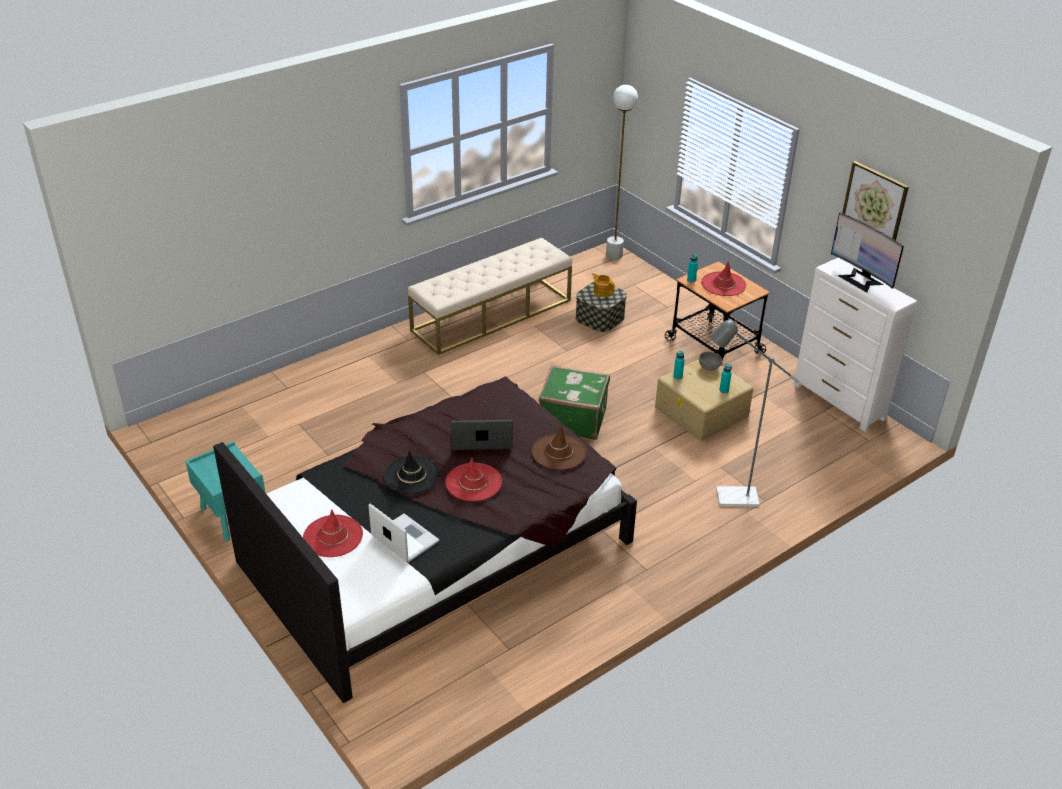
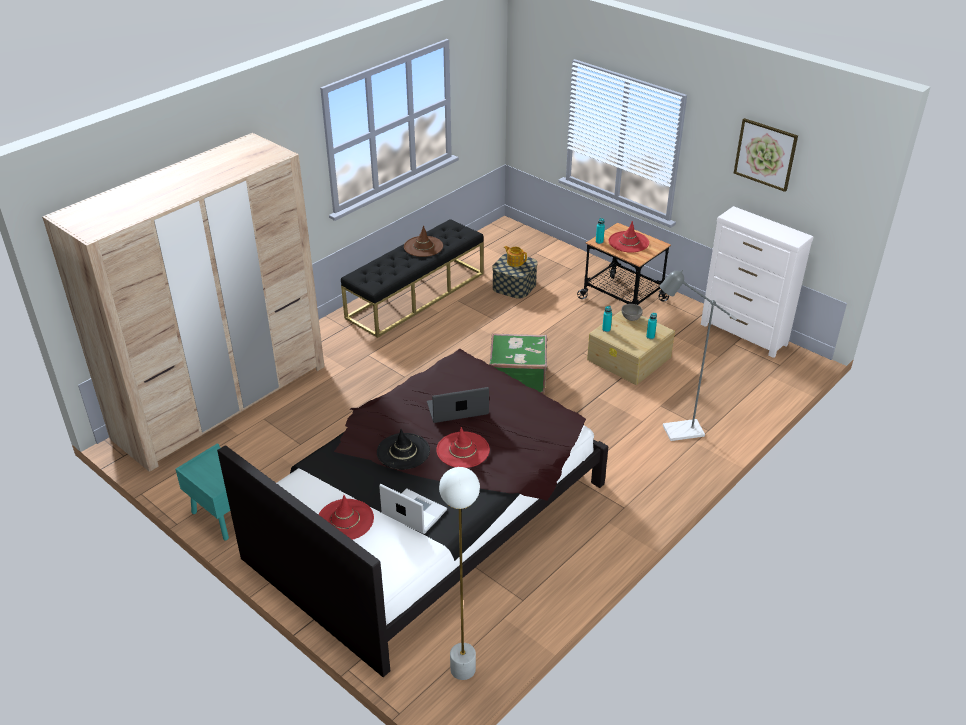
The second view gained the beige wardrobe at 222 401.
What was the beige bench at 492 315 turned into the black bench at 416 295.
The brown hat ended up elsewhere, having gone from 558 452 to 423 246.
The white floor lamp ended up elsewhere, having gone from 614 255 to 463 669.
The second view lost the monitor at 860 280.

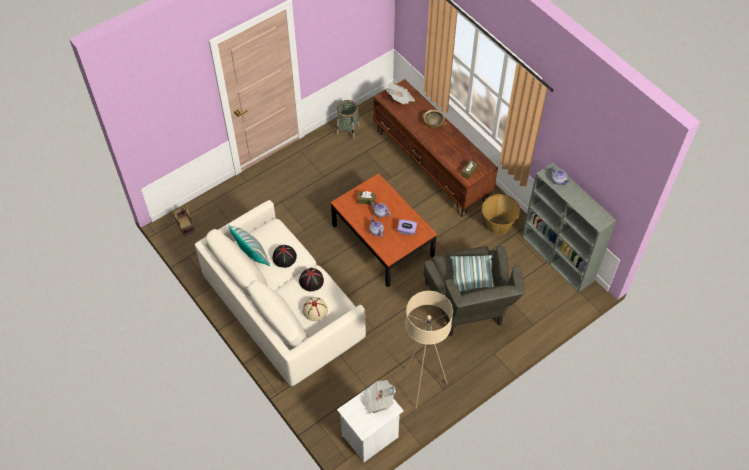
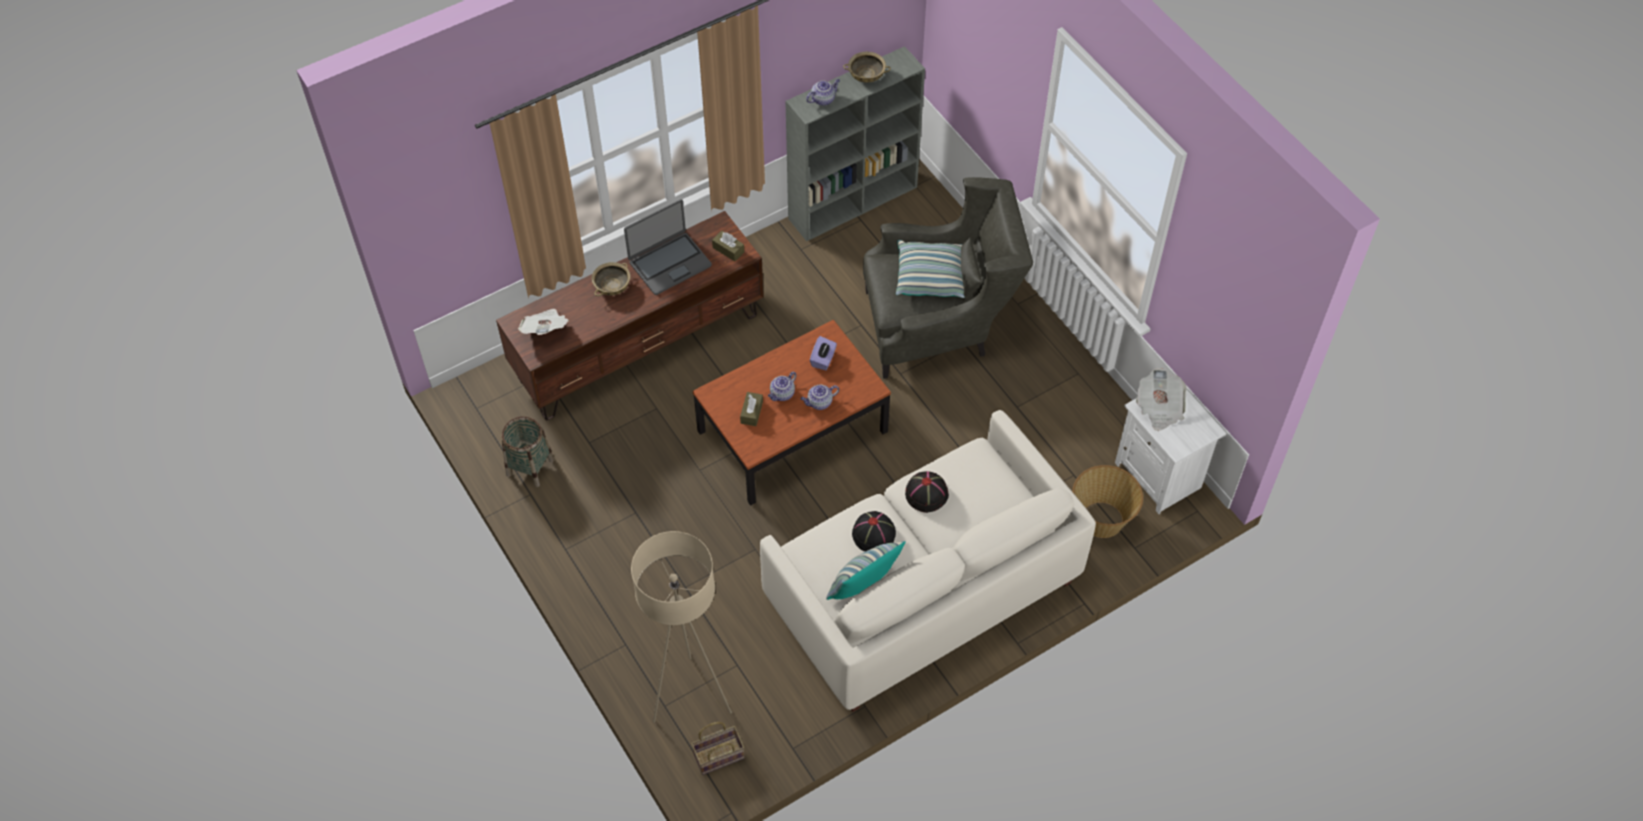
The second view gained the laptop at 669 263.
The beige floor lamp ended up elsewhere, having gone from 422 386 to 690 697.
The second view gained the beige bowl at 866 76.
The basket ended up elsewhere, having gone from 498 225 to 1101 520.
The second view lost the beige hat at 315 310.

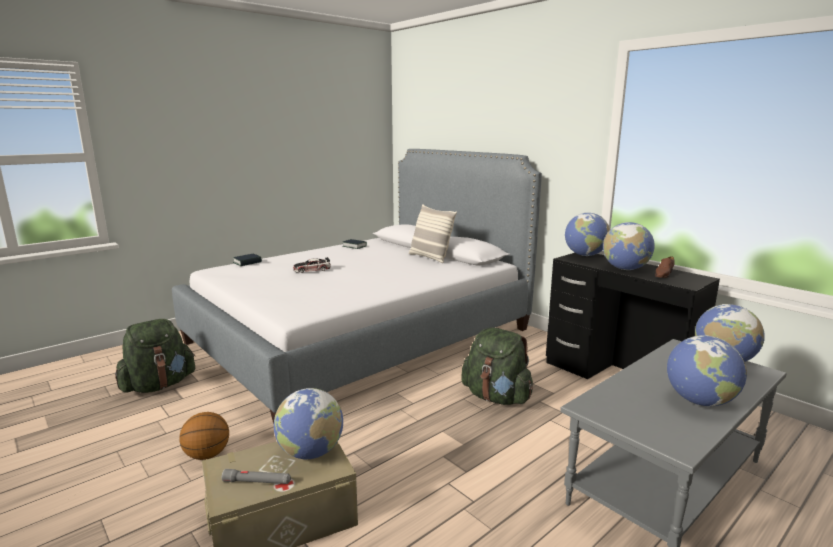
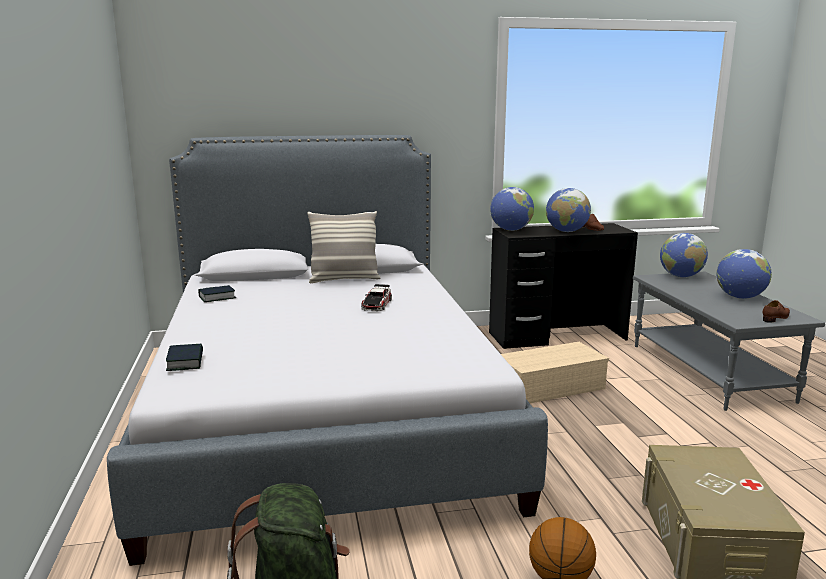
The toy car ended up elsewhere, having gone from 312 269 to 377 304.
Where the green backpack stood at 496 397, the beige storage box came to stand at 550 386.
The second view gained the brown shoe at 776 318.
The second view lost the grey flashlight at 257 482.
The second view lost the globe at 310 452.

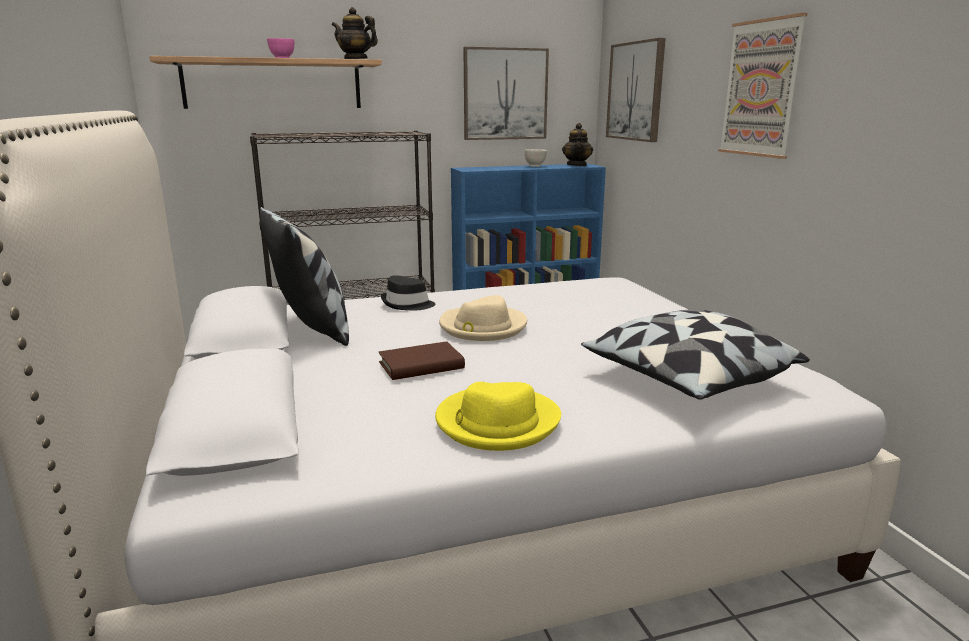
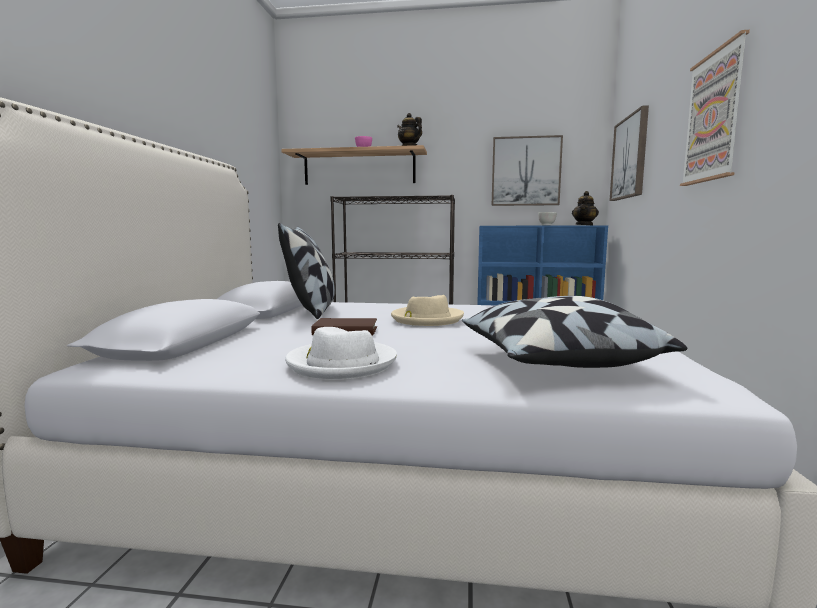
What was the yellow hat at 496 422 turned into the white hat at 341 364.
The second view lost the black hat at 407 304.

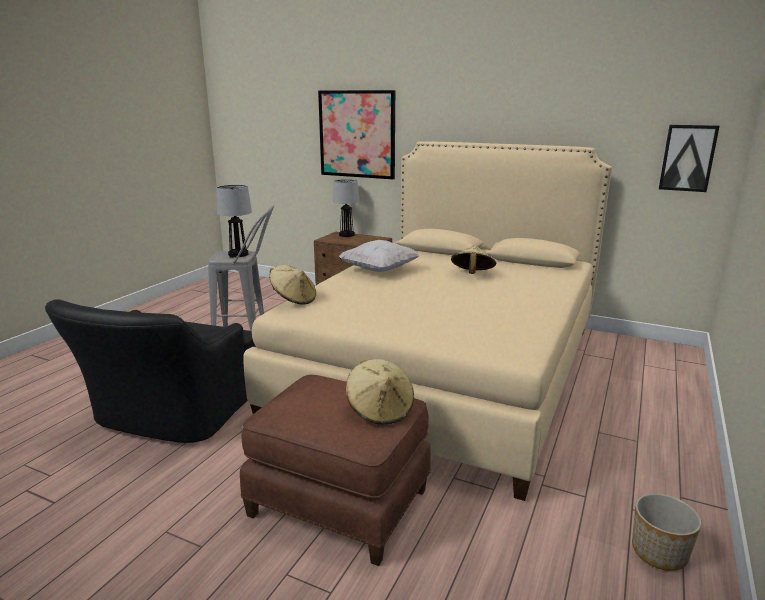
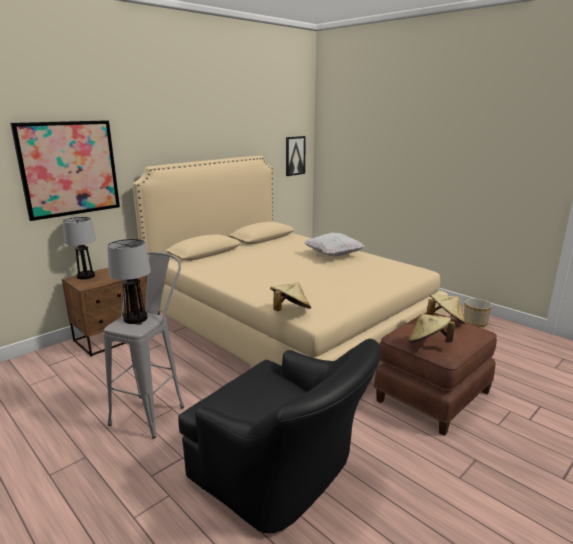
The white pillow ended up elsewhere, having gone from 379 270 to 333 255.
The beige hat ended up elsewhere, having gone from 472 275 to 428 343.

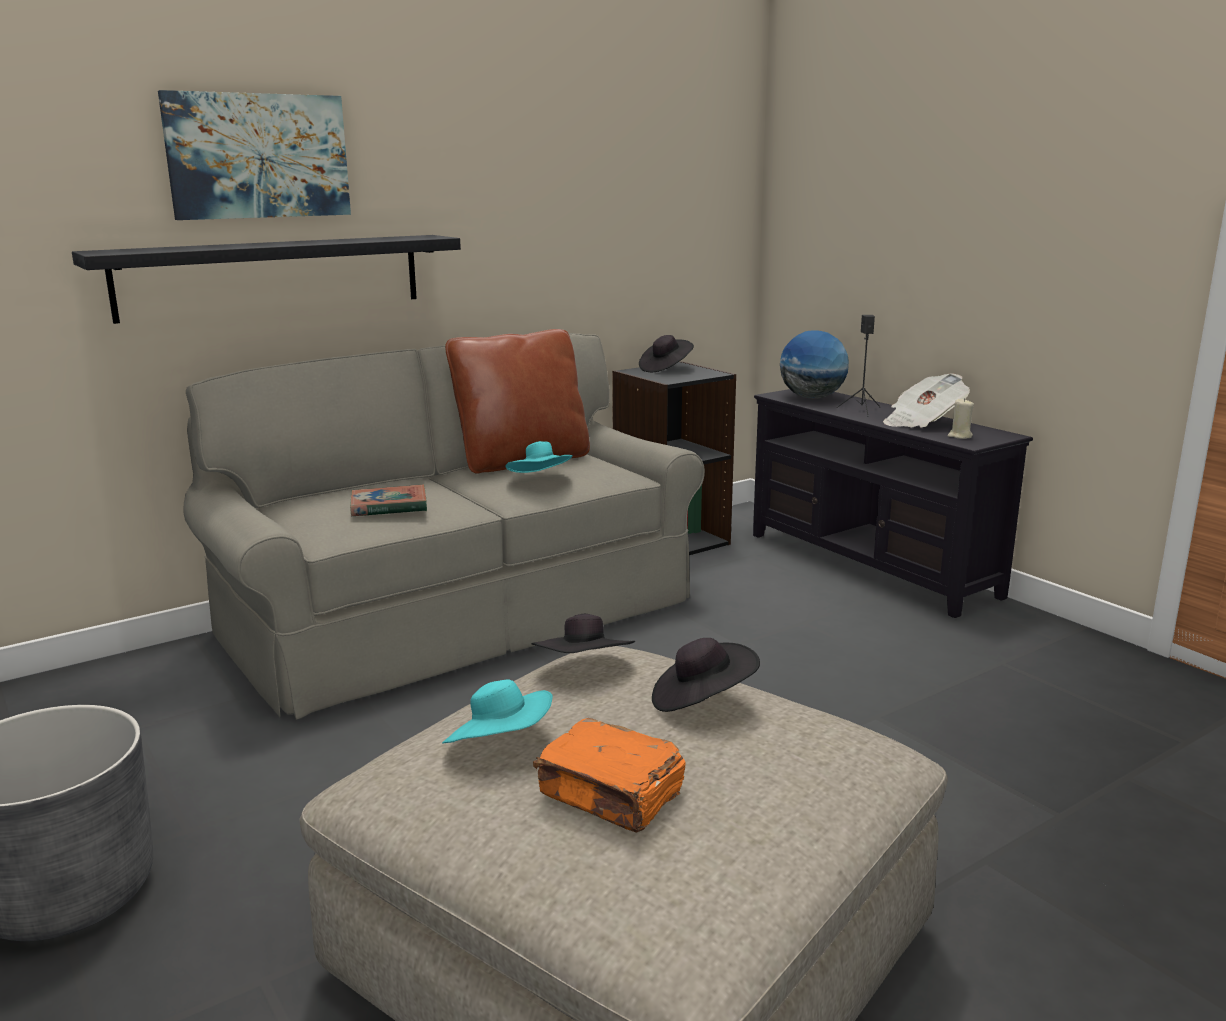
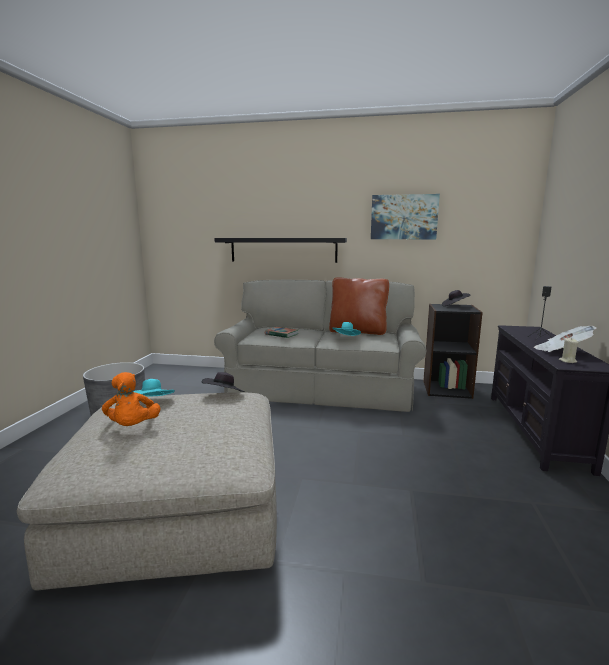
Where the orange book stood at 611 795, the orange plush toy came to stand at 132 427.
The picture ended up elsewhere, having gone from 258 156 to 404 217.
The second view lost the black hat at 701 701.
The second view lost the globe at 812 398.

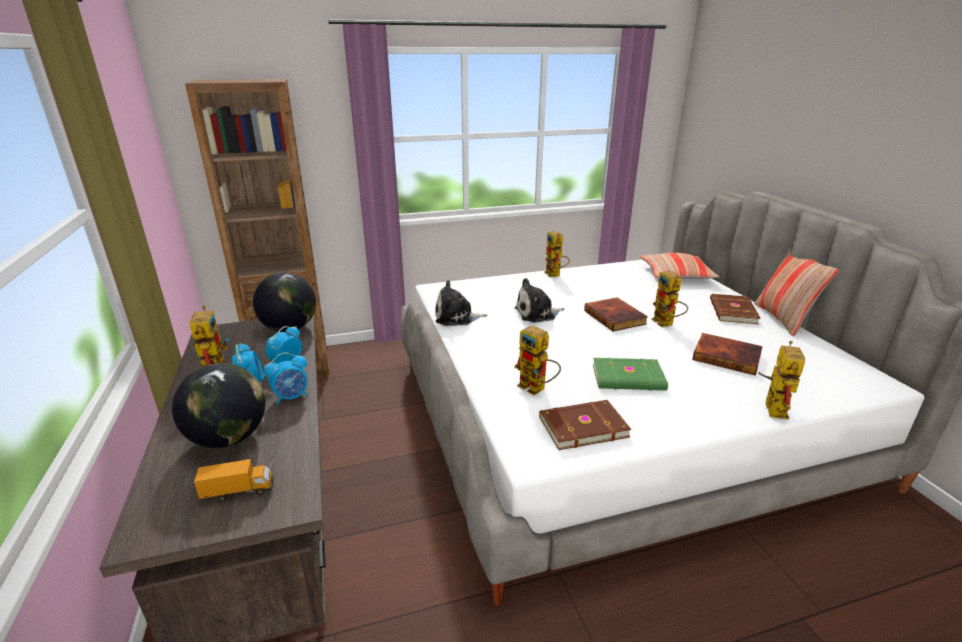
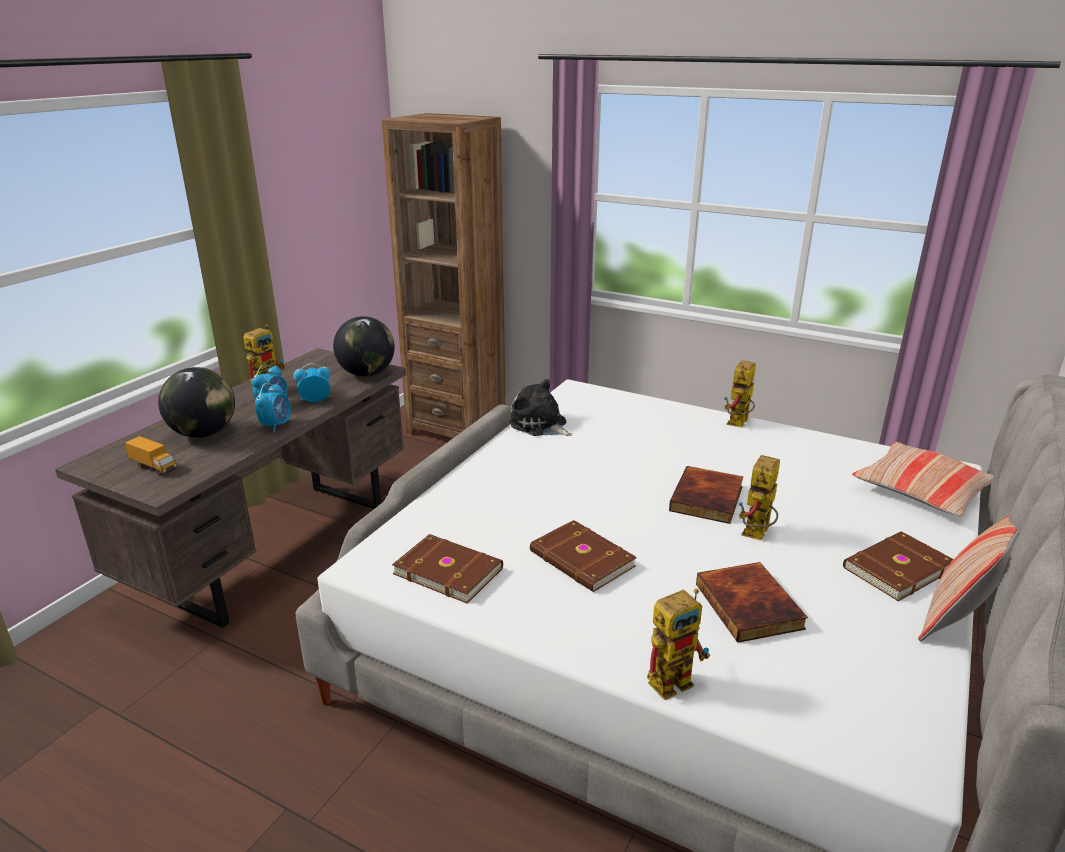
The alarm clock at 292 397 ended up facing another way, 90 degrees counterclockwise from before.
What was the green book at 629 378 turned into the brown book at 581 560.
The second view lost the plush toy at 537 313.
The second view lost the toy robot at 537 388.

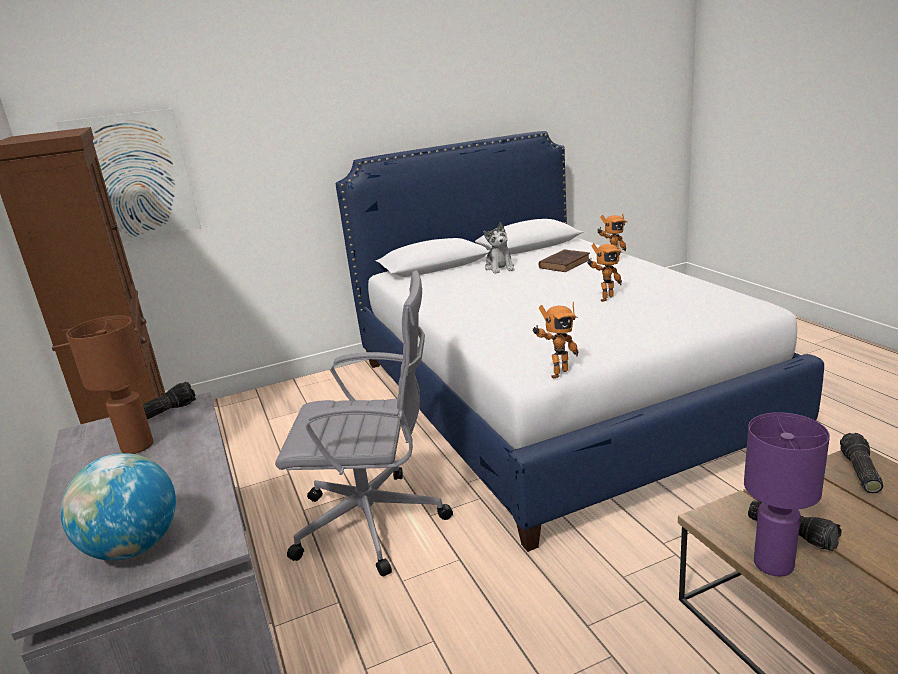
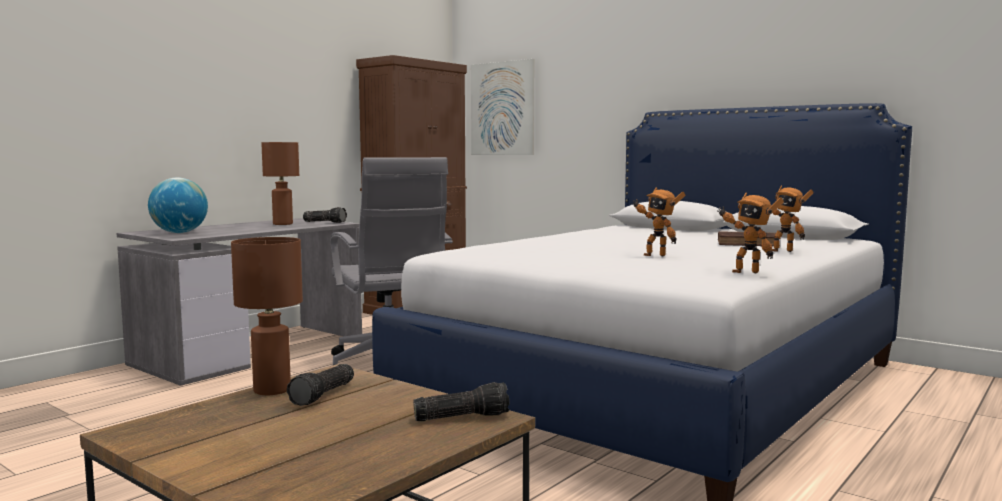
What was the purple table lamp at 774 564 turned into the brown table lamp at 273 390.
The toy robot ended up elsewhere, having gone from 557 373 to 745 272.
The second view lost the plush toy at 500 268.

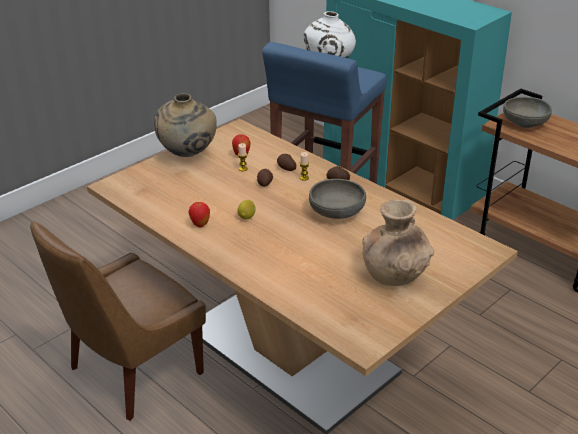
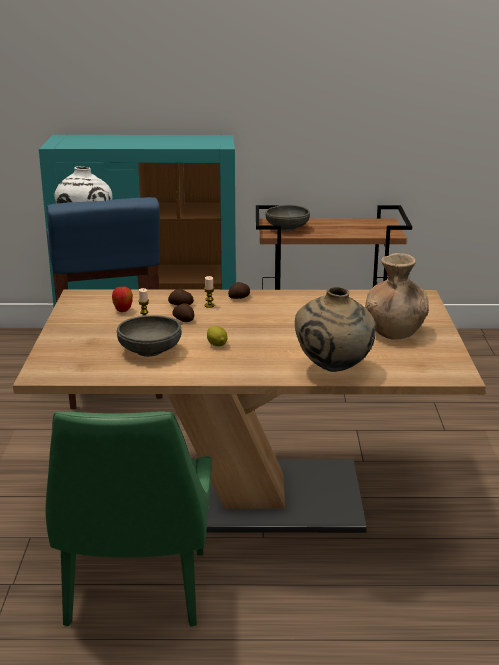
What was the brown chair at 132 373 turned into the green chair at 135 592.
The grey bowl ended up elsewhere, having gone from 336 212 to 150 351.
The beige vase ended up elsewhere, having gone from 188 155 to 333 369.
The second view lost the apple at 200 225.

